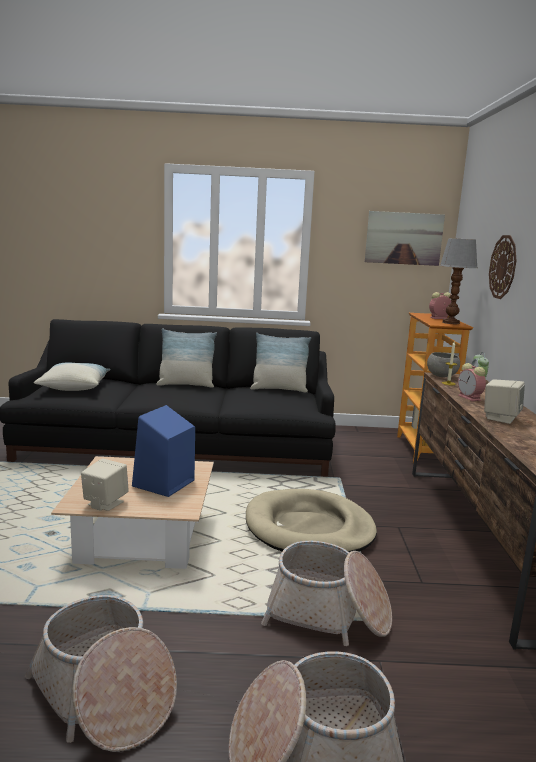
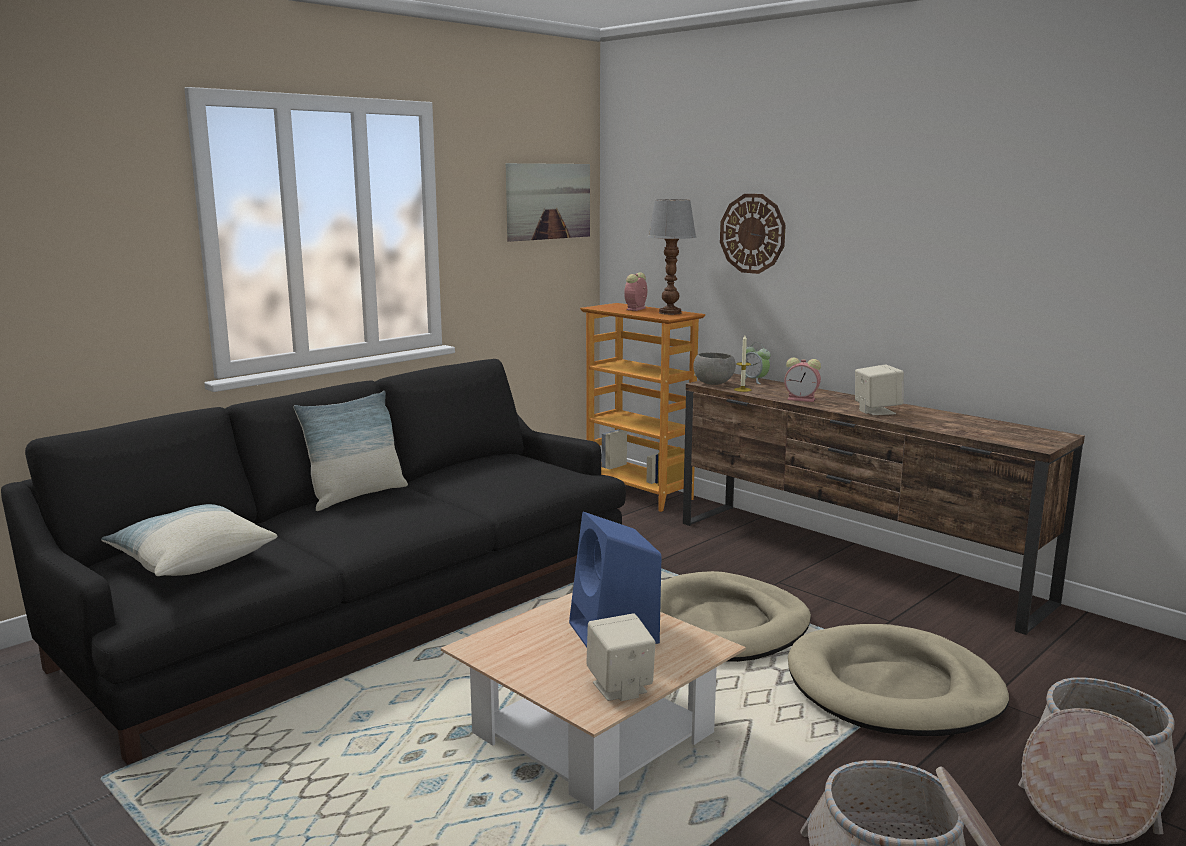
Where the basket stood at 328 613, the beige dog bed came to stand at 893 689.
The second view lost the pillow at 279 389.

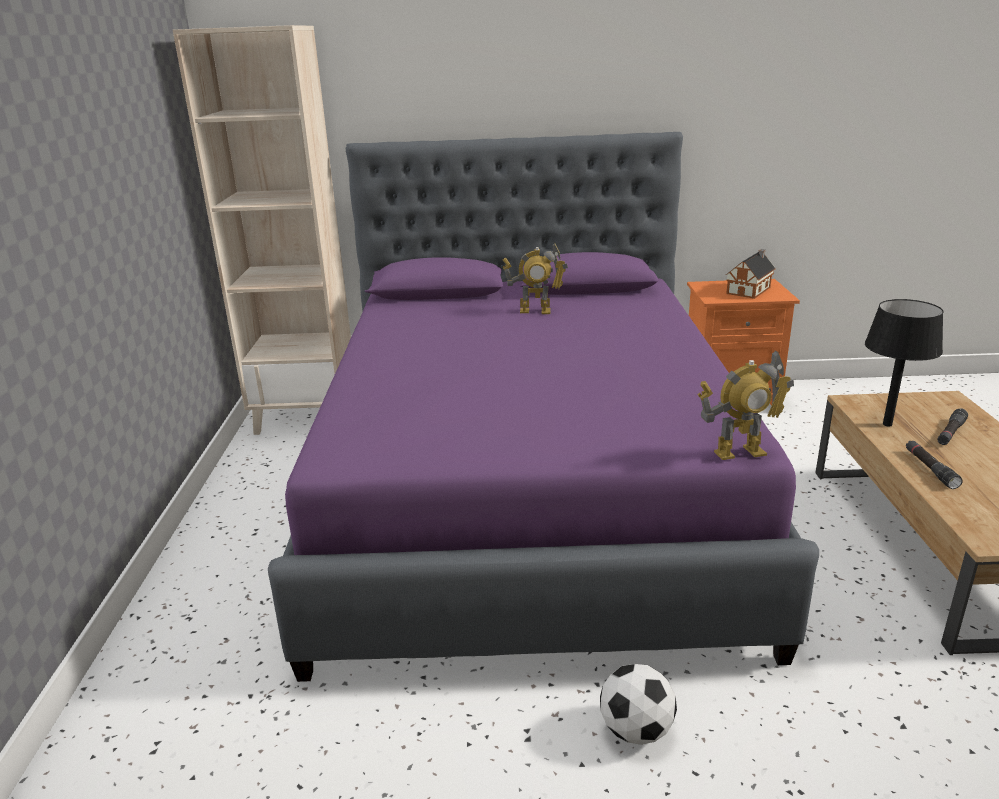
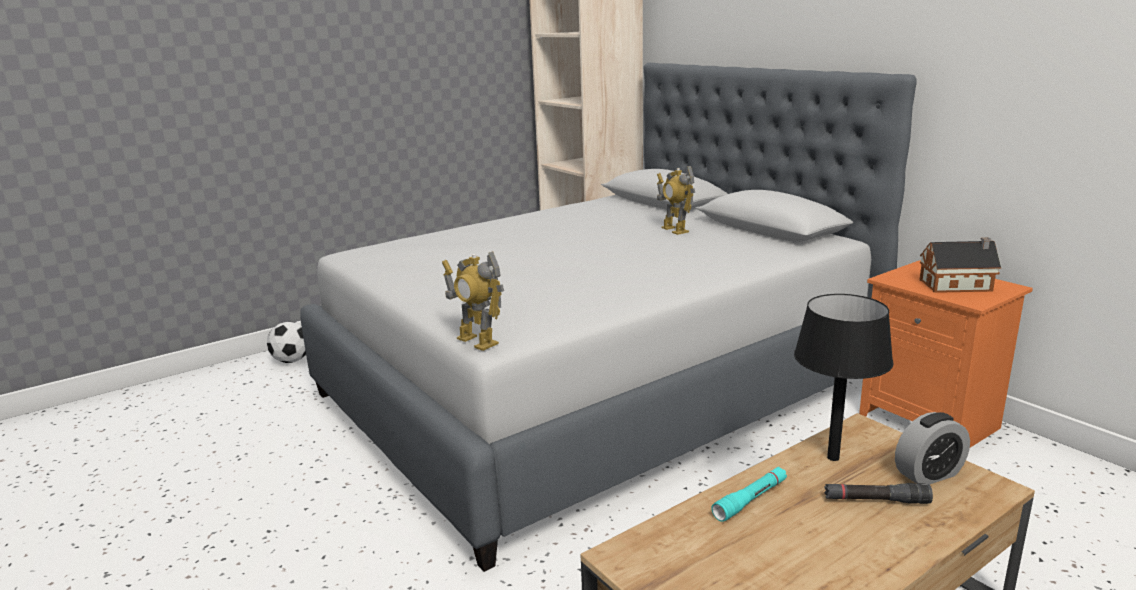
The football ended up elsewhere, having gone from 636 730 to 292 360.
What was the purple bed at 529 495 turned into the grey bed at 596 388.
What was the black flashlight at 930 469 turned into the turquoise flashlight at 750 500.
The second view gained the alarm clock at 928 474.

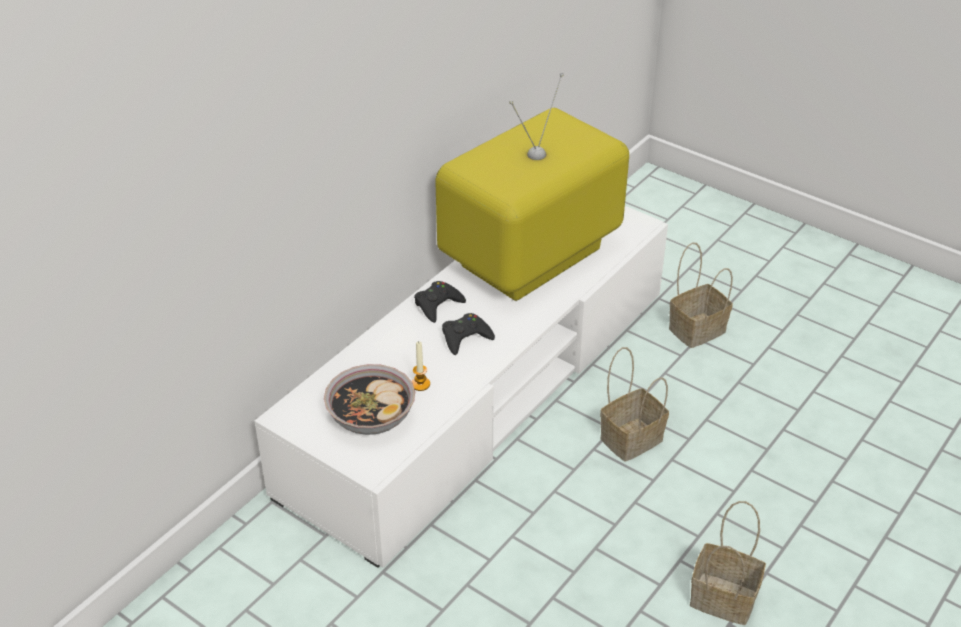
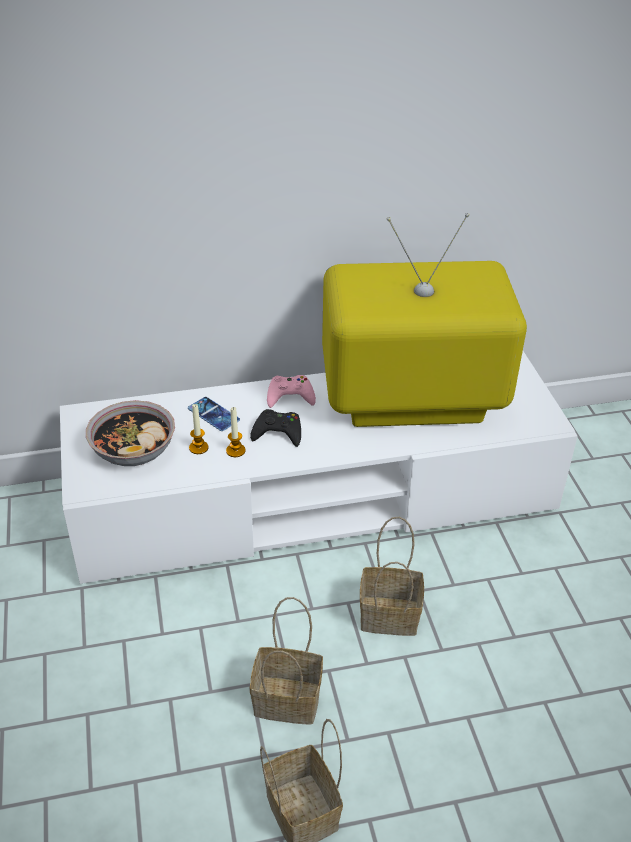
The second view gained the phone at 213 414.
The second view gained the candle at 235 451.
The basket ended up elsewhere, having gone from 697 329 to 289 699.
What was the black game controller at 437 305 turned into the pink game controller at 290 396.

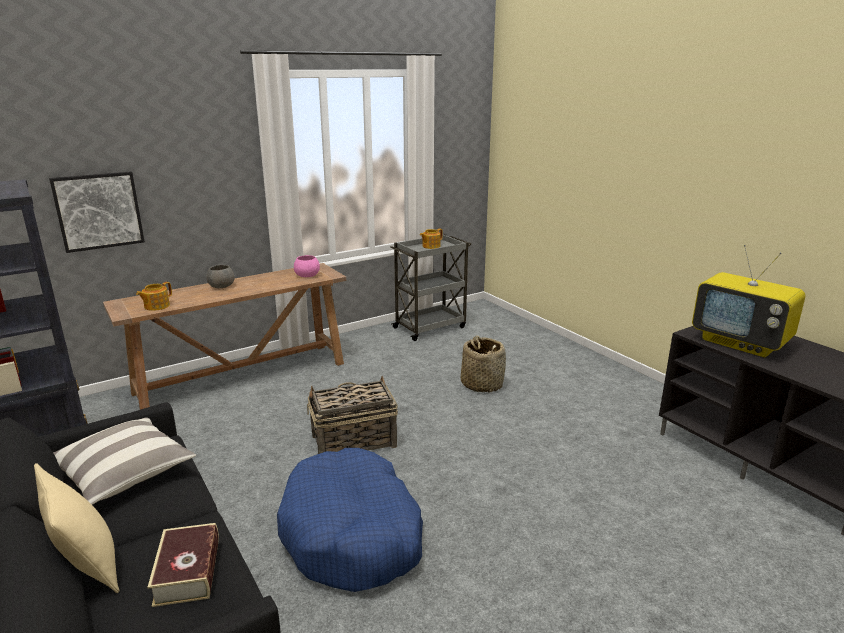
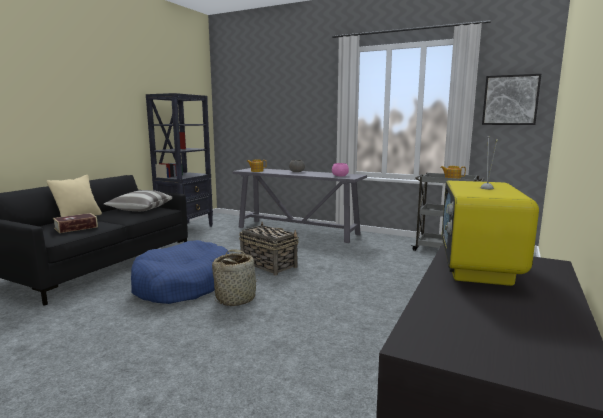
The basket ended up elsewhere, having gone from 481 384 to 236 298.
What was the brown console table at 243 378 turned into the grey console table at 298 231.
The picture ended up elsewhere, having gone from 98 211 to 510 100.

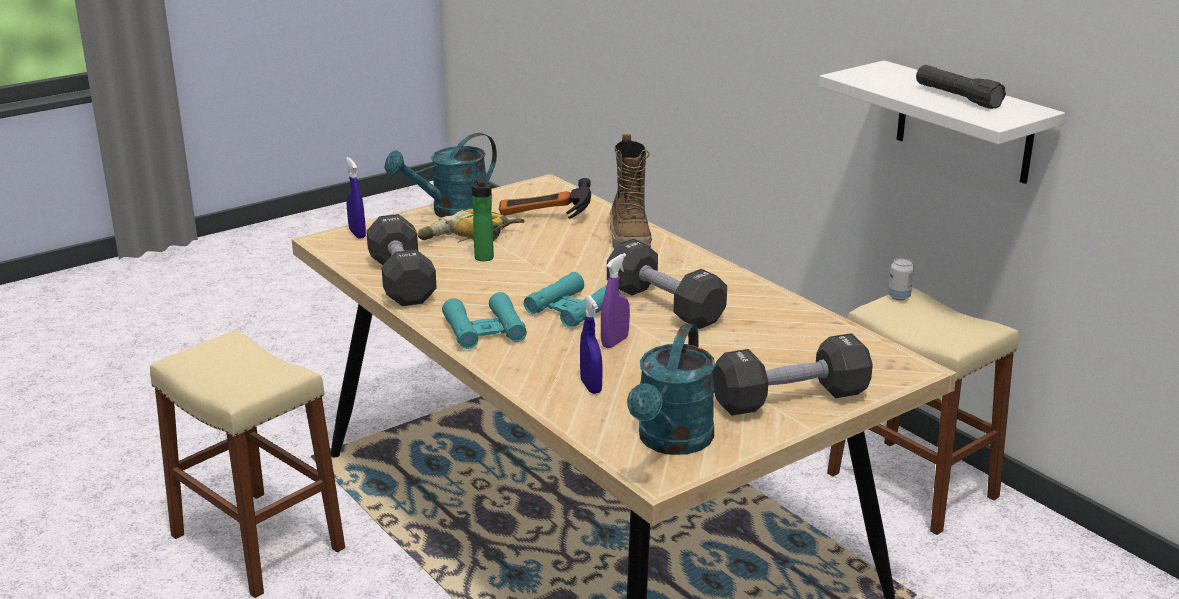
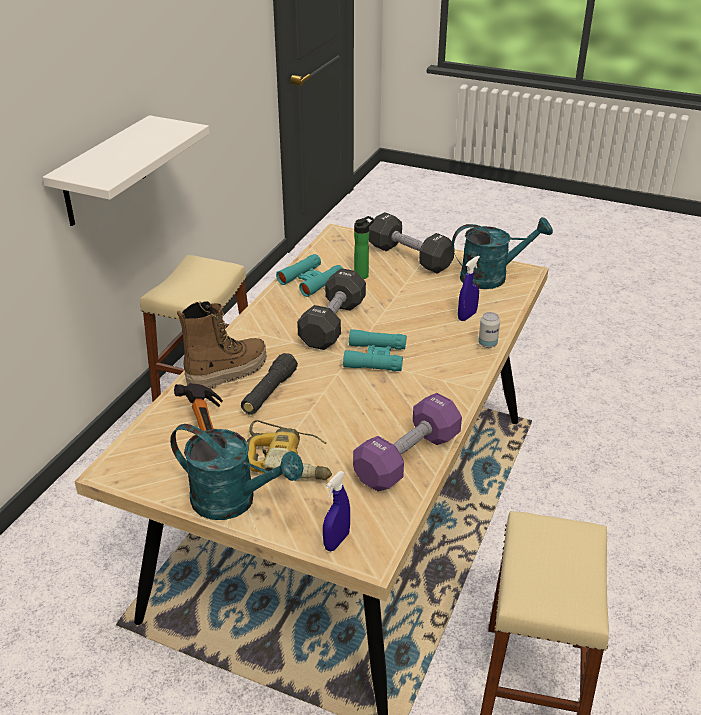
The black flashlight ended up elsewhere, having gone from 957 97 to 269 392.
The turquoise binoculars ended up elsewhere, having gone from 484 330 to 310 280.
What was the black dumbbell at 401 280 turned into the purple dumbbell at 407 458.
The bottle ended up elsewhere, having gone from 484 259 to 363 275.
The can ended up elsewhere, having gone from 899 297 to 487 344.
The second view lost the purple spray bottle at 615 342.

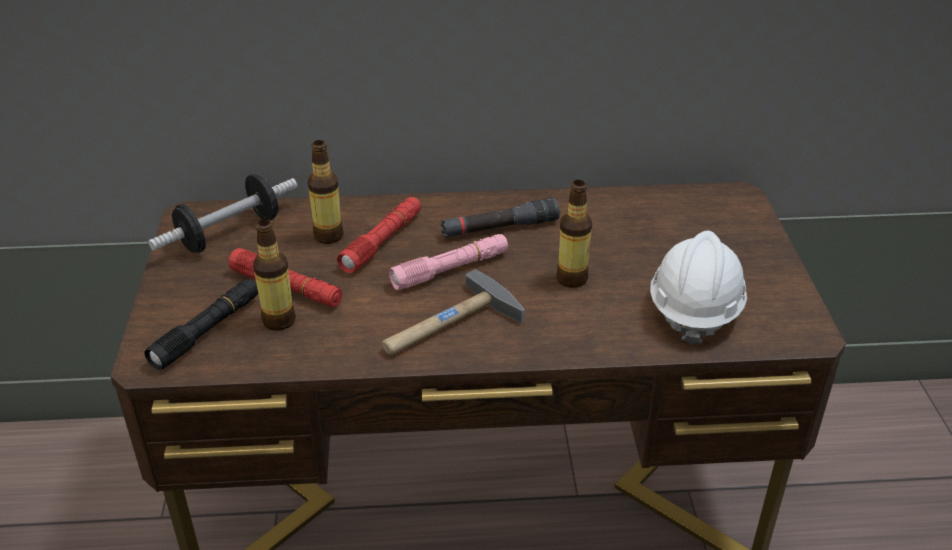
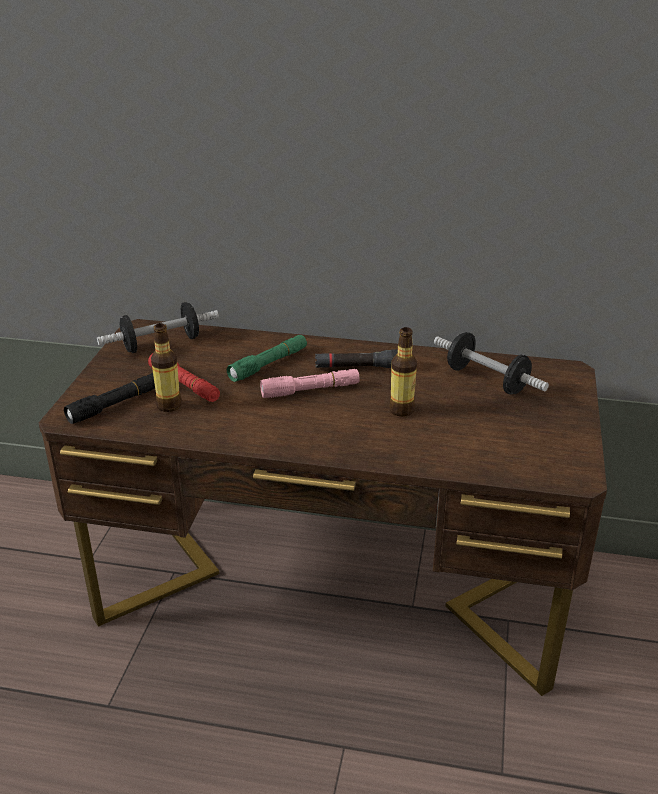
What was the red flashlight at 382 242 turned into the green flashlight at 268 364.
The second view gained the dumbbell at 486 380.
The second view lost the bottle at 328 236.
The second view lost the hammer at 448 326.
The second view lost the white hard hat at 694 309.

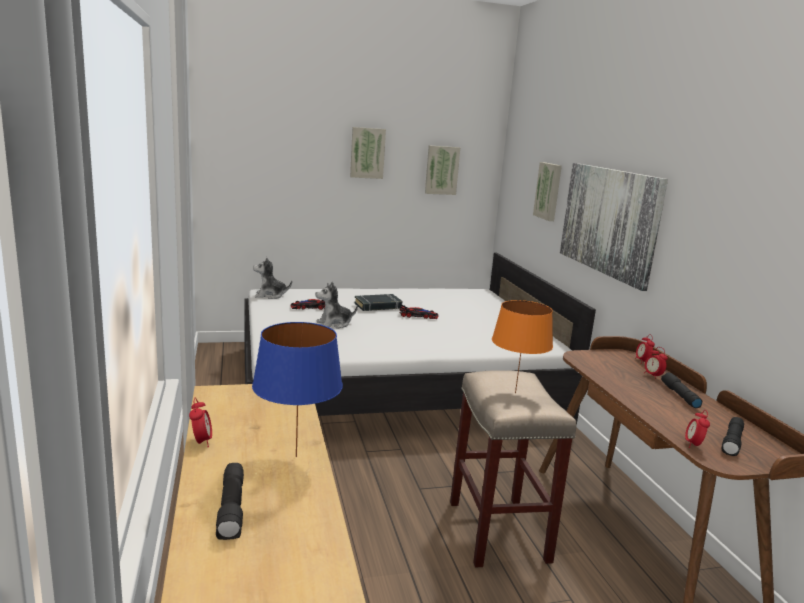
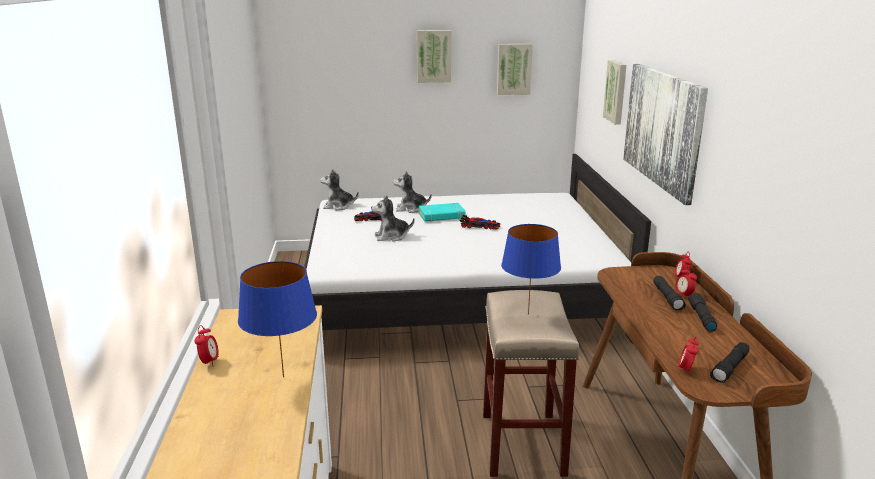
The second view gained the plush toy at 410 209.
What was the black book at 378 306 turned into the turquoise book at 442 216.
What was the orange table lamp at 516 393 turned into the blue table lamp at 529 314.
The black flashlight ended up elsewhere, having gone from 232 509 to 668 298.

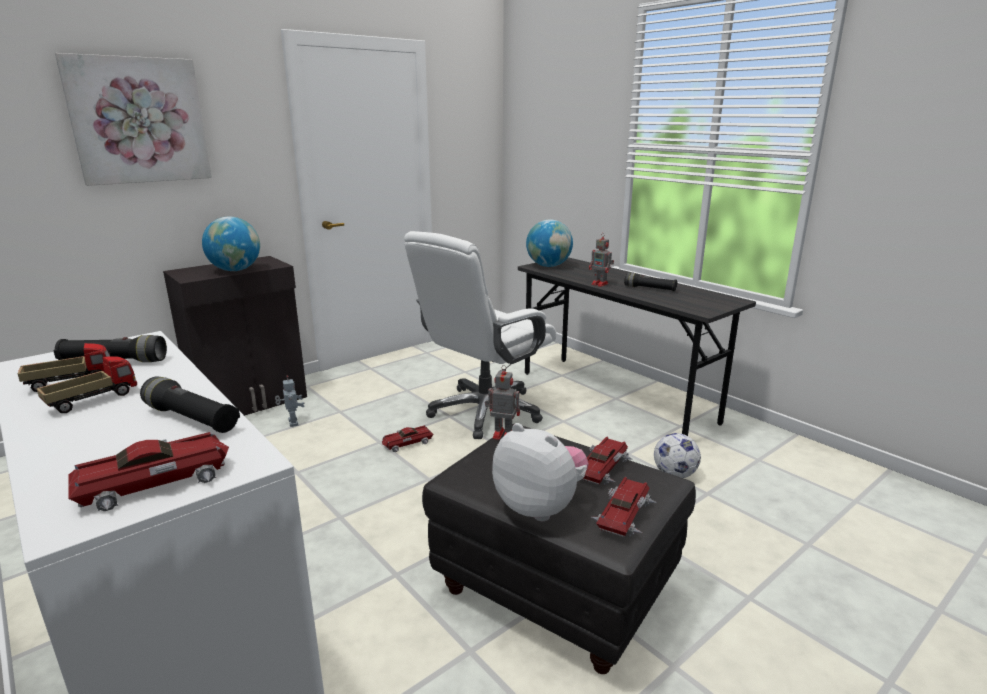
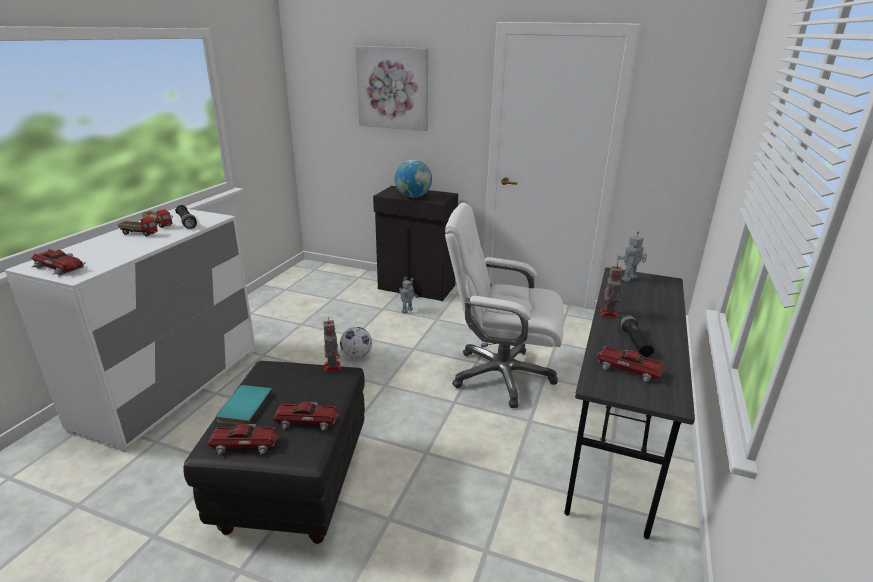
Where the plush toy stood at 540 506, the turquoise book came to stand at 243 406.
The football ended up elsewhere, having gone from 674 474 to 357 356.
The toy car ended up elsewhere, having gone from 407 443 to 627 369.
Where the globe stood at 548 266, the toy robot came to stand at 629 279.
The second view lost the black flashlight at 191 419.

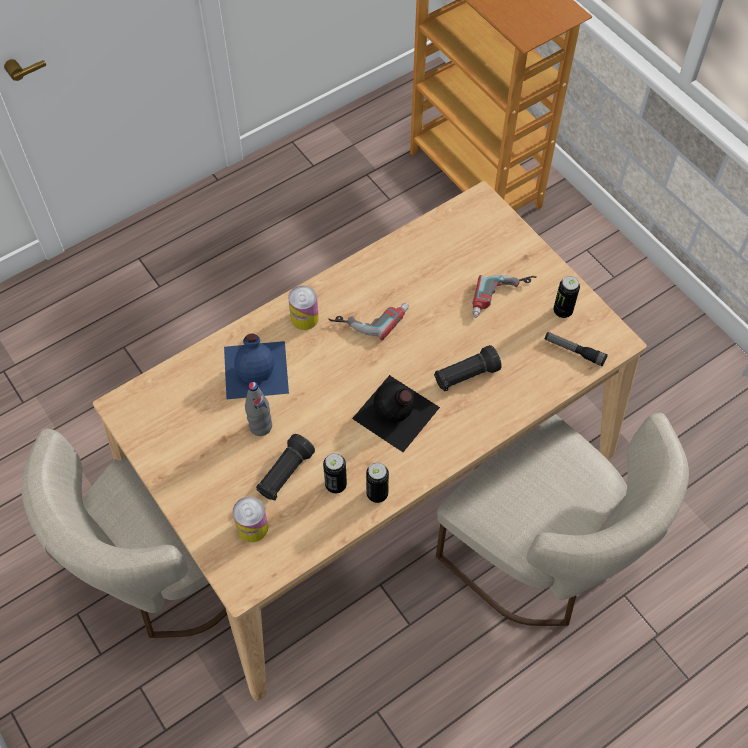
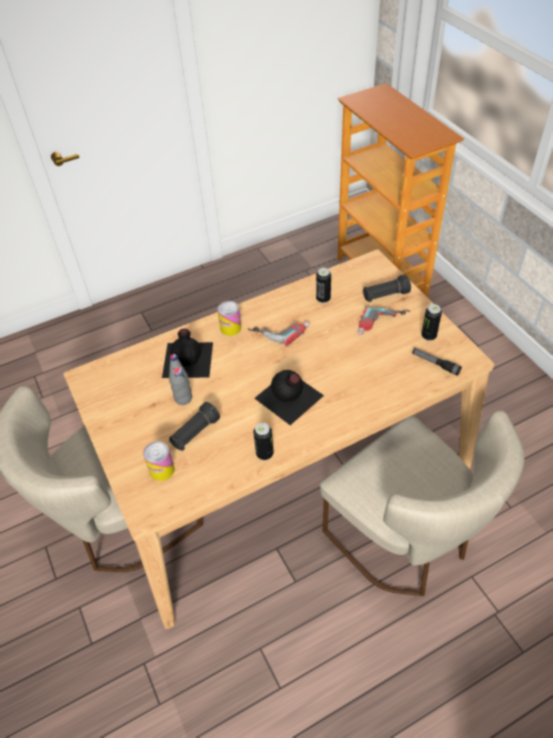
What was the blue bottle at 257 368 turned into the black bottle at 188 359.
The can ended up elsewhere, having gone from 336 485 to 323 299.
The black flashlight ended up elsewhere, having gone from 465 376 to 385 296.

